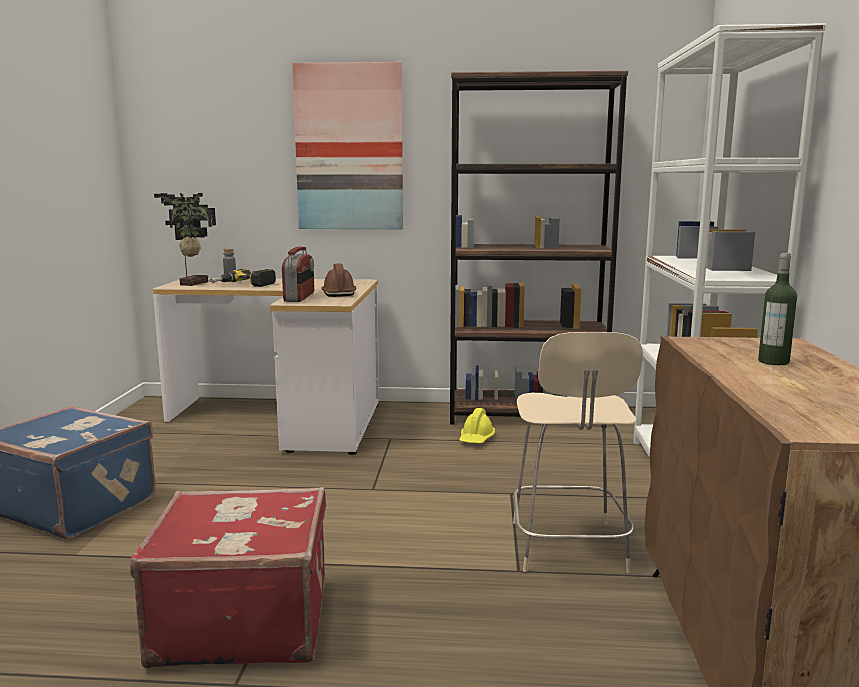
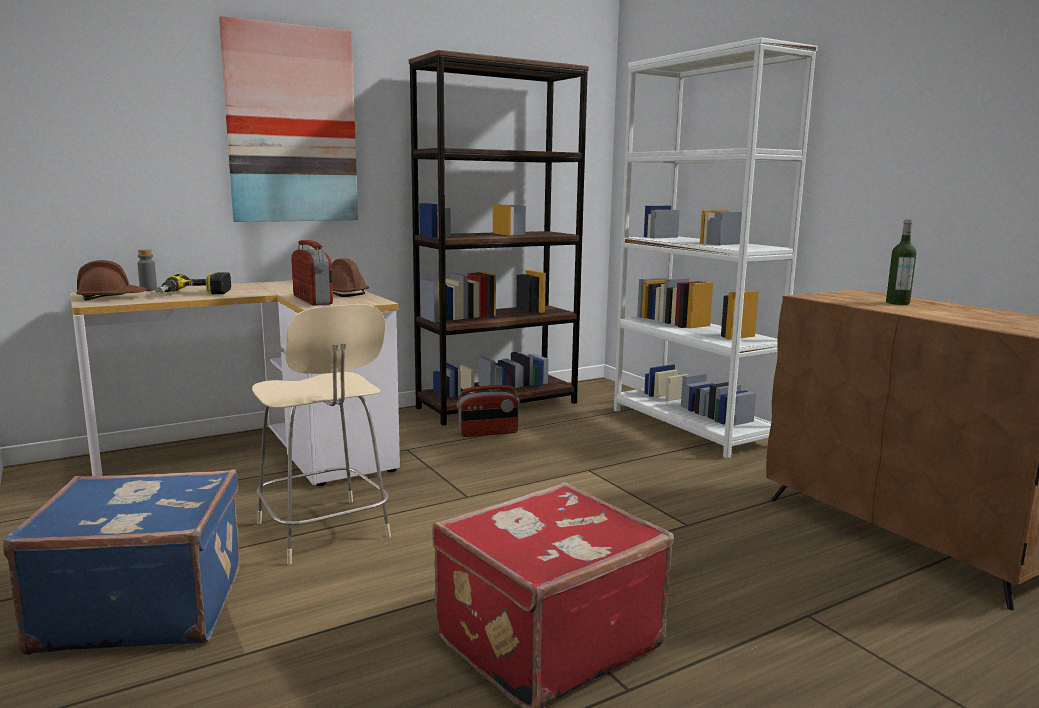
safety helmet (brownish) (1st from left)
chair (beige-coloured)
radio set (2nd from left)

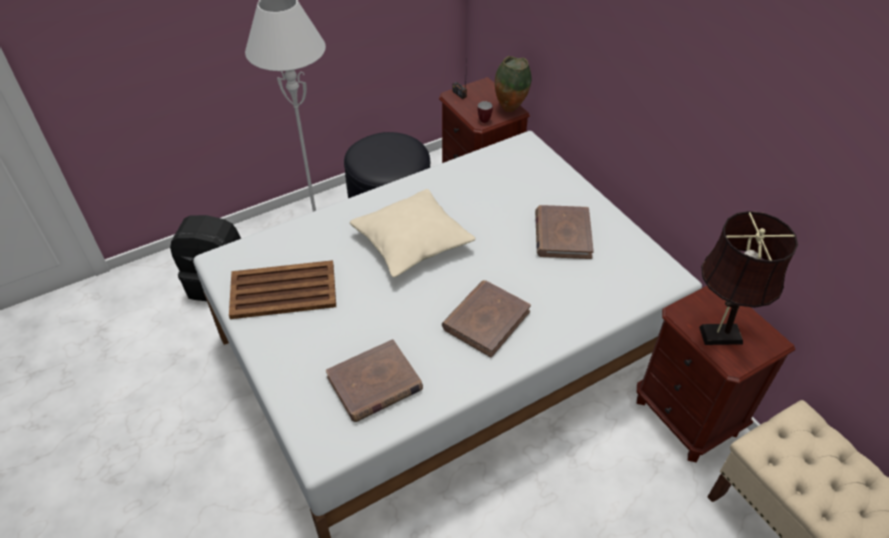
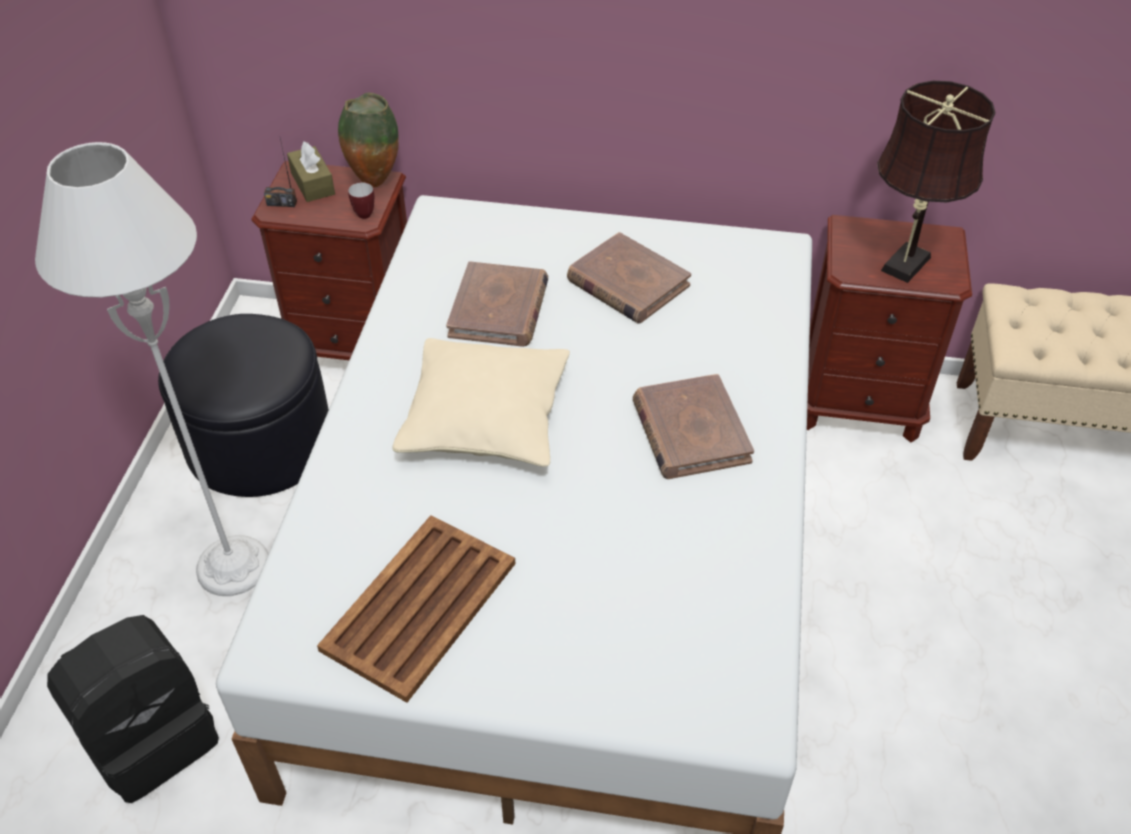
tissue holder (brownish)
book (brownish) (1st from left)

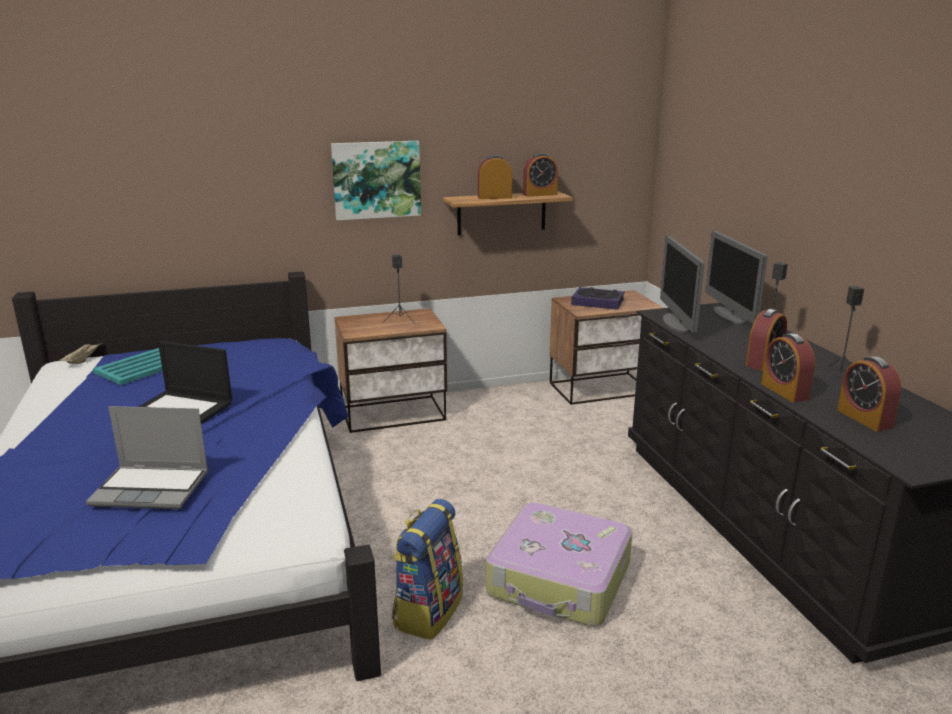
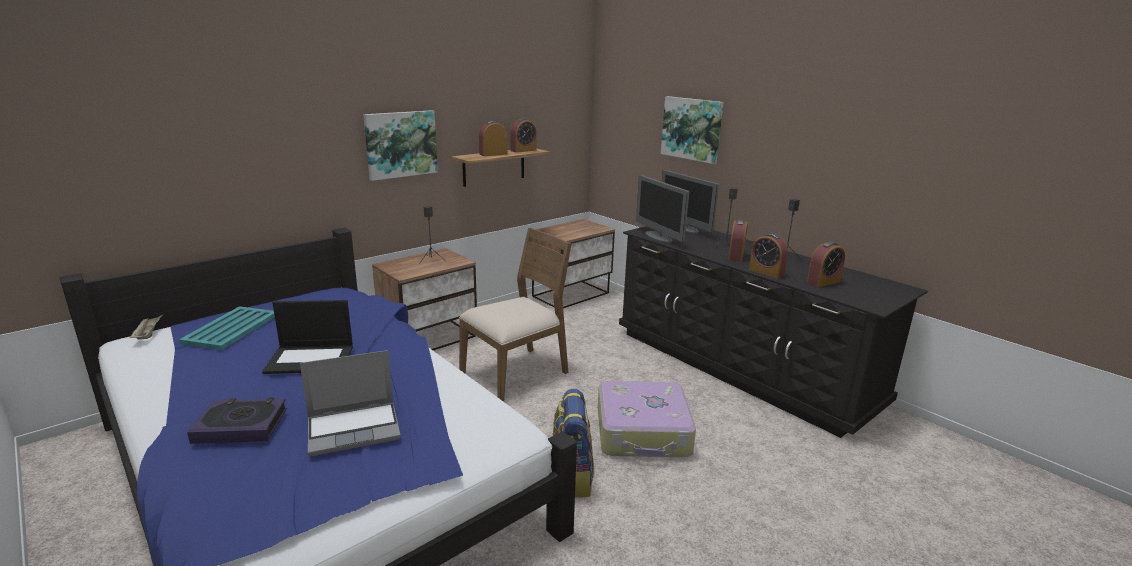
book
chair (brownish)
picture (2nd from left)
alarm clock (5th from left)

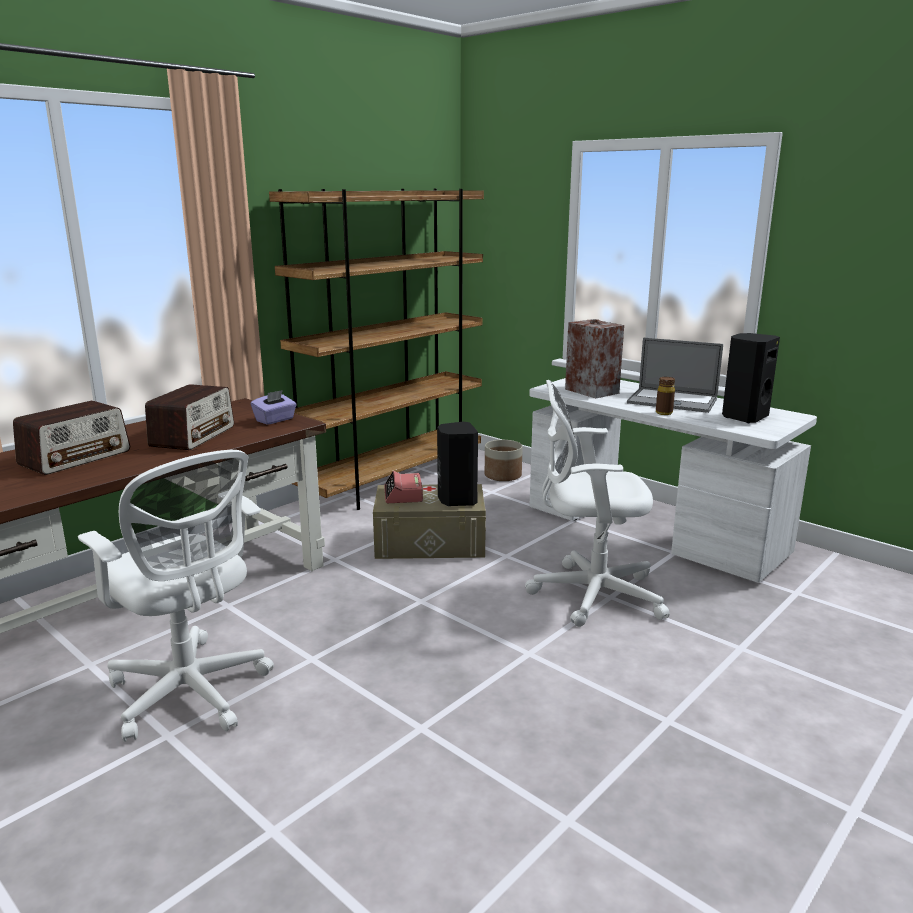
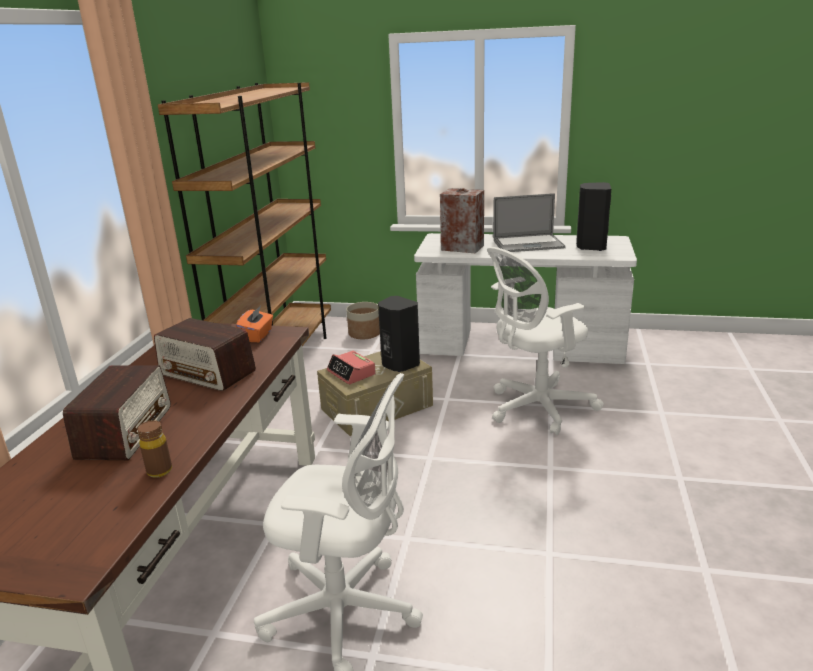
drink bottle (brownish)
radio set (2nd from left)
tissue holder (orange-coloured)

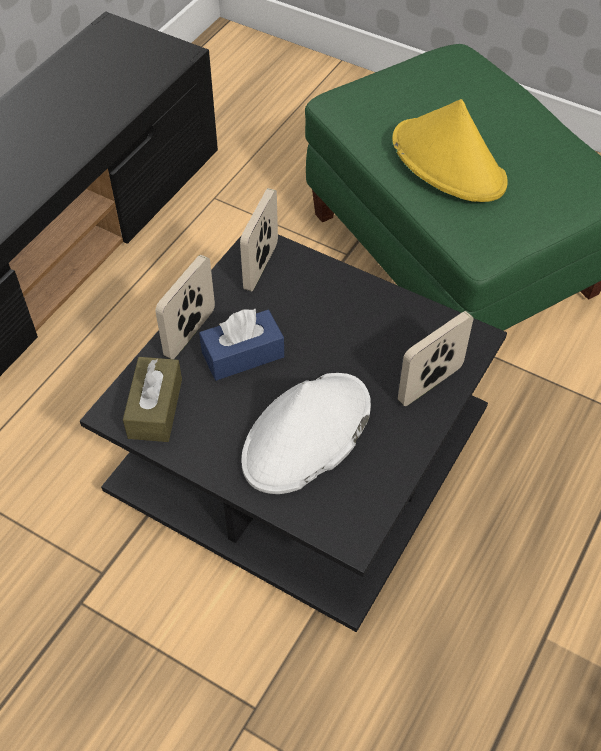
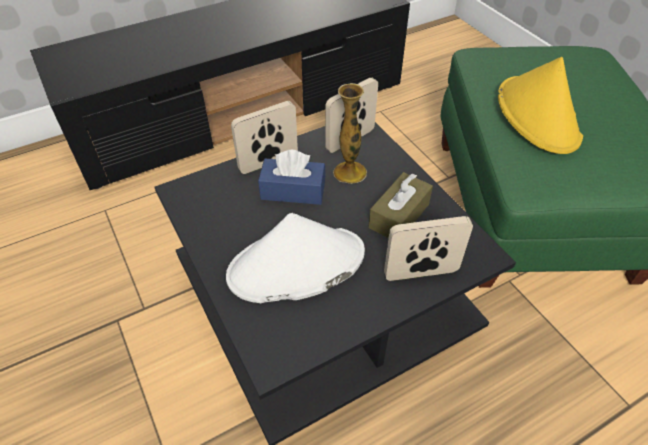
flower vase
tissue holder (brownish)

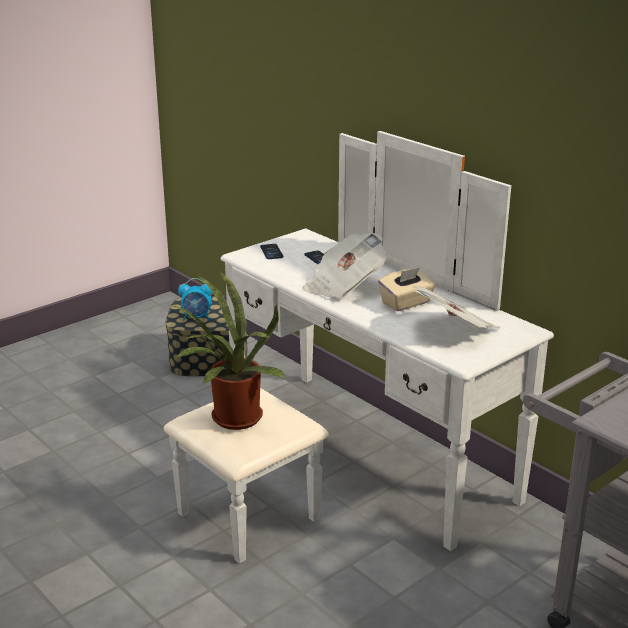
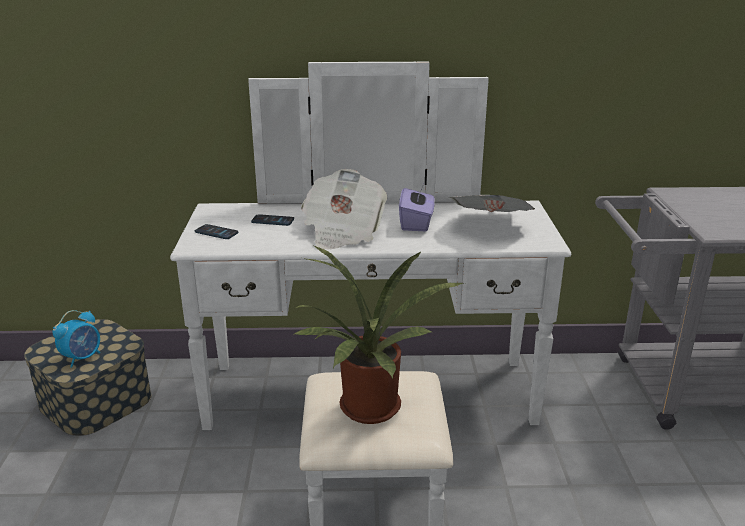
tissue holder (purplish)

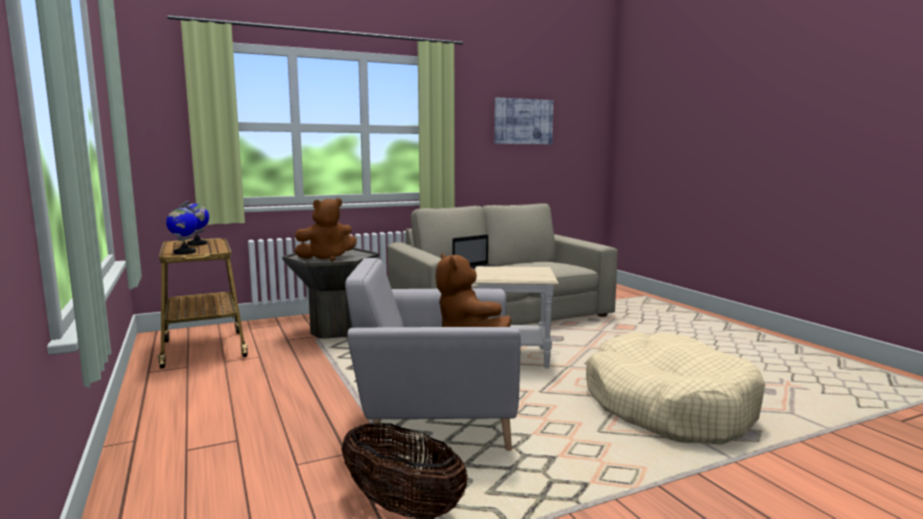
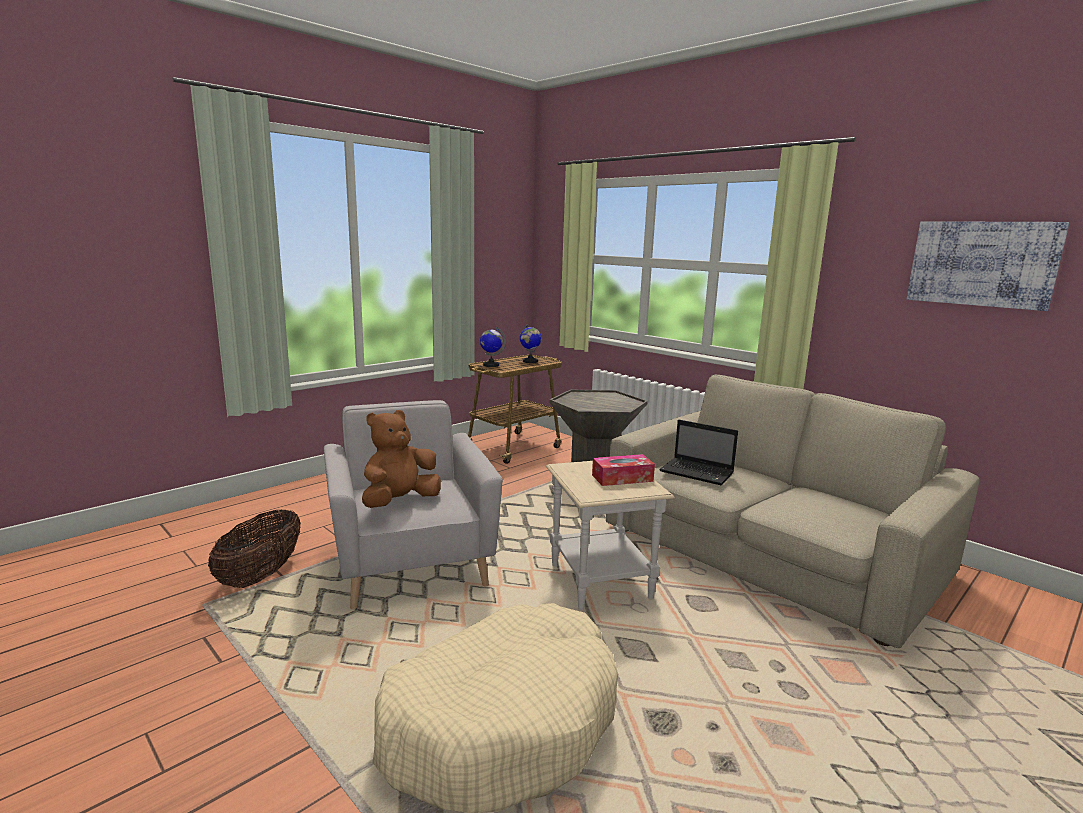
tissue holder
plush toy (brownish) (1st from left in the first image)

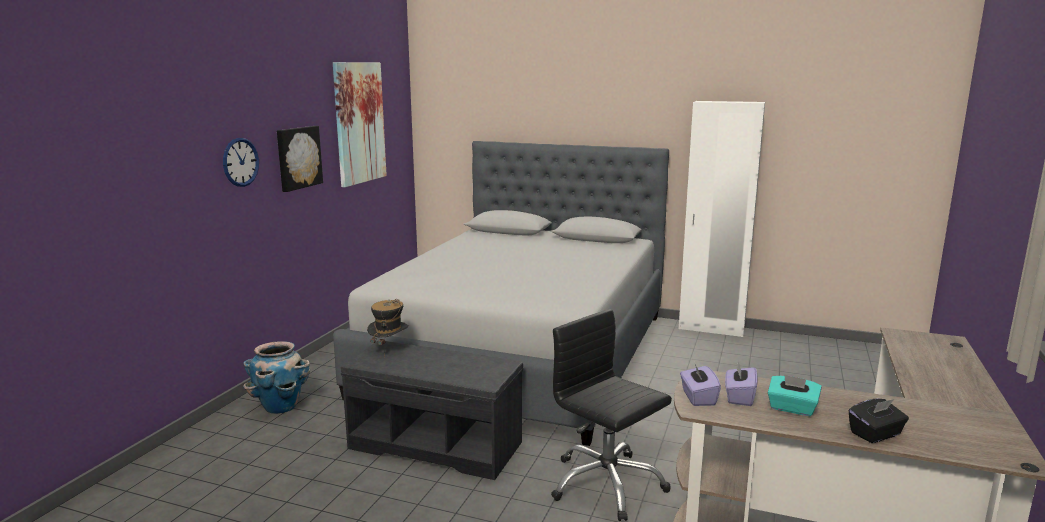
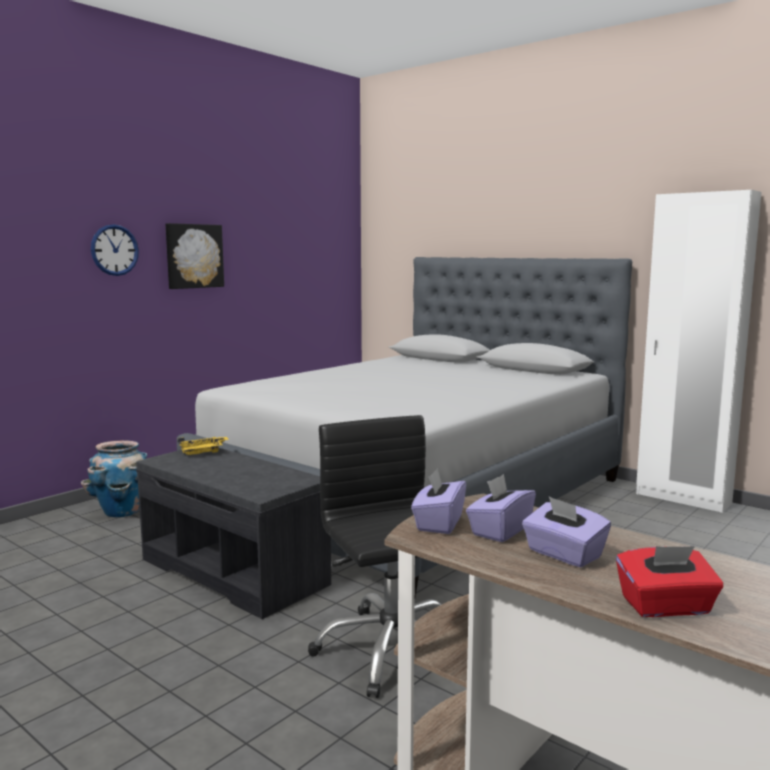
serving tray (yellow)
tissue holder (purplish) (3rd from left)
tissue holder (red-coloured)
picture (2nd from left in the first image)

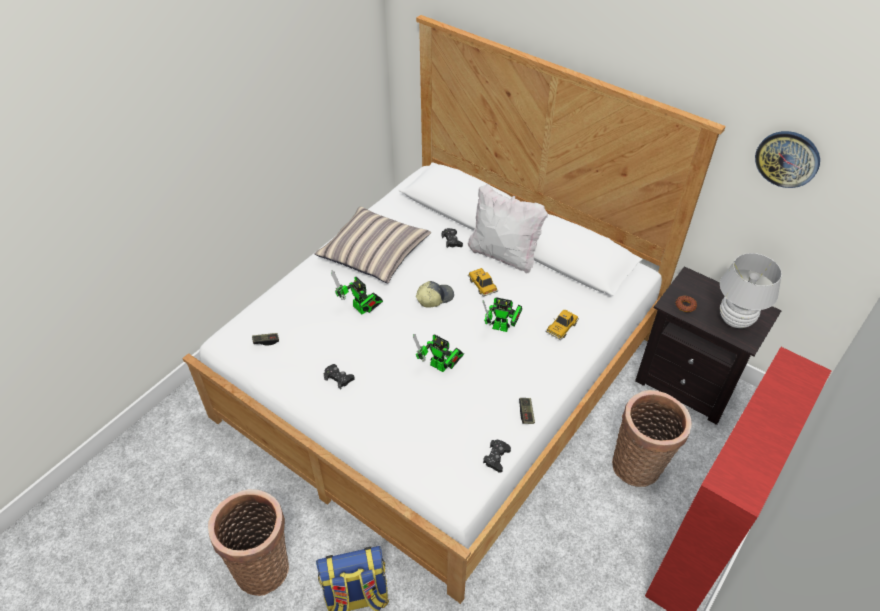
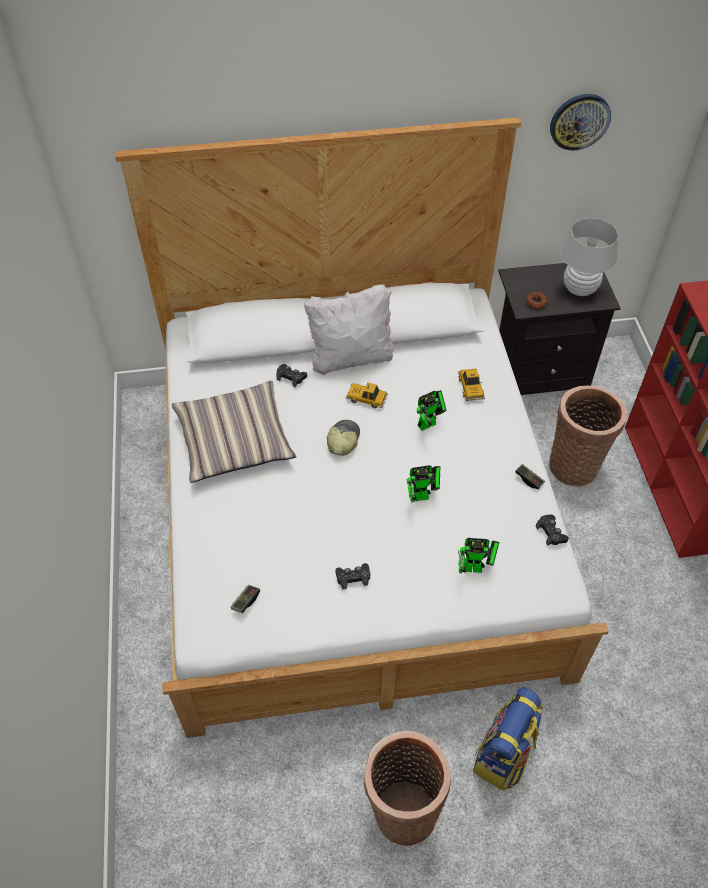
model robot (3rd from left)

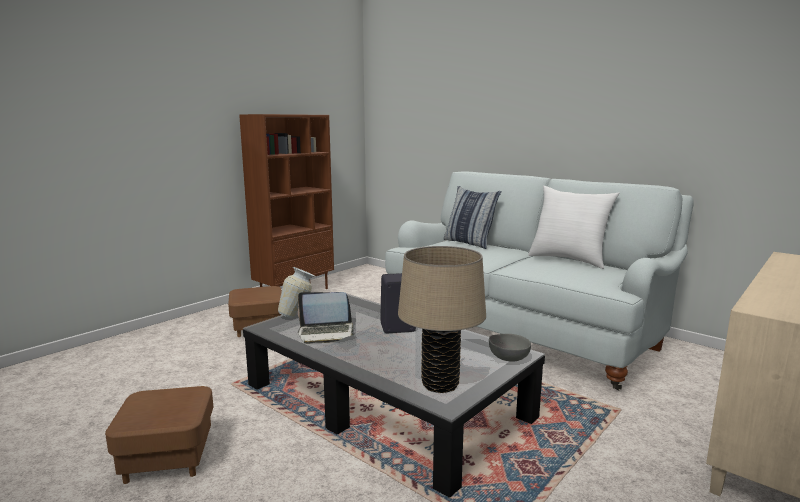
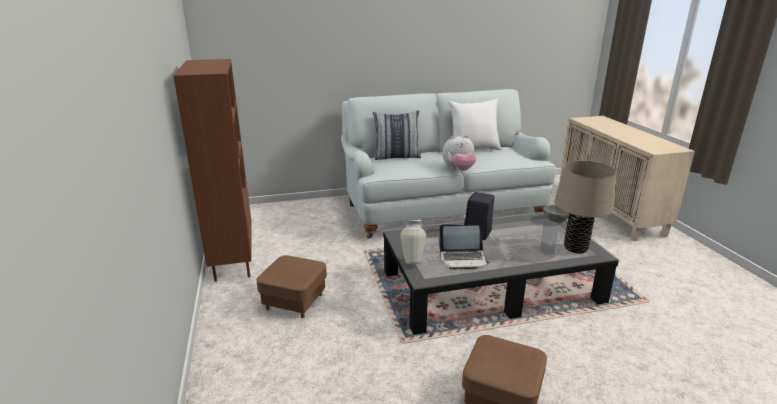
notebook computer
plush toy

